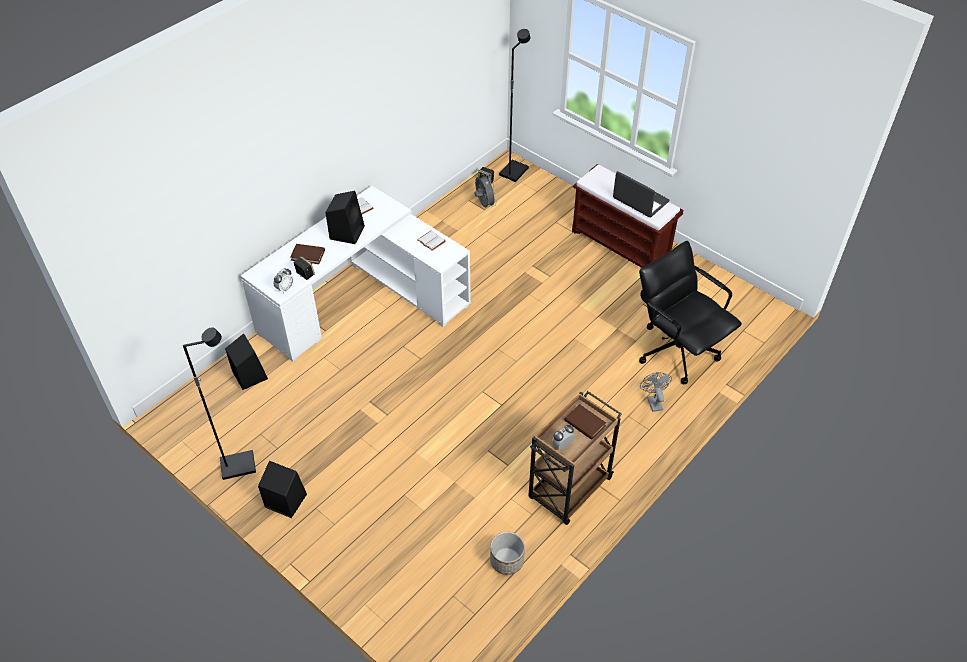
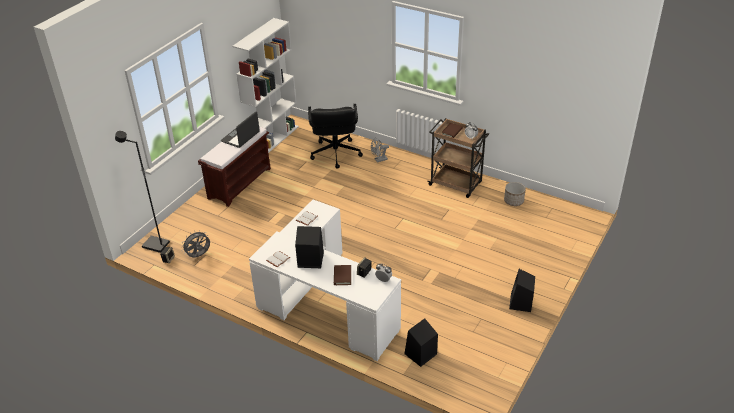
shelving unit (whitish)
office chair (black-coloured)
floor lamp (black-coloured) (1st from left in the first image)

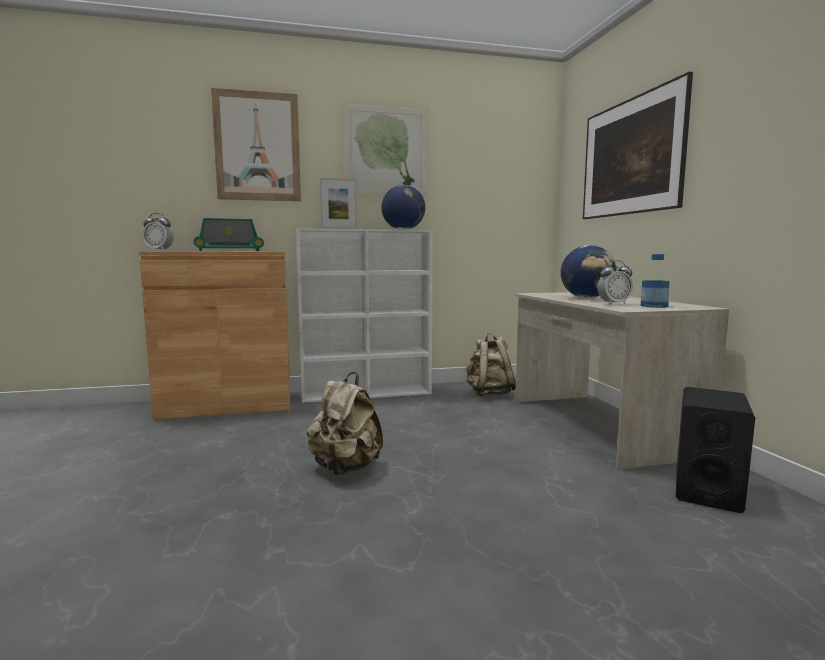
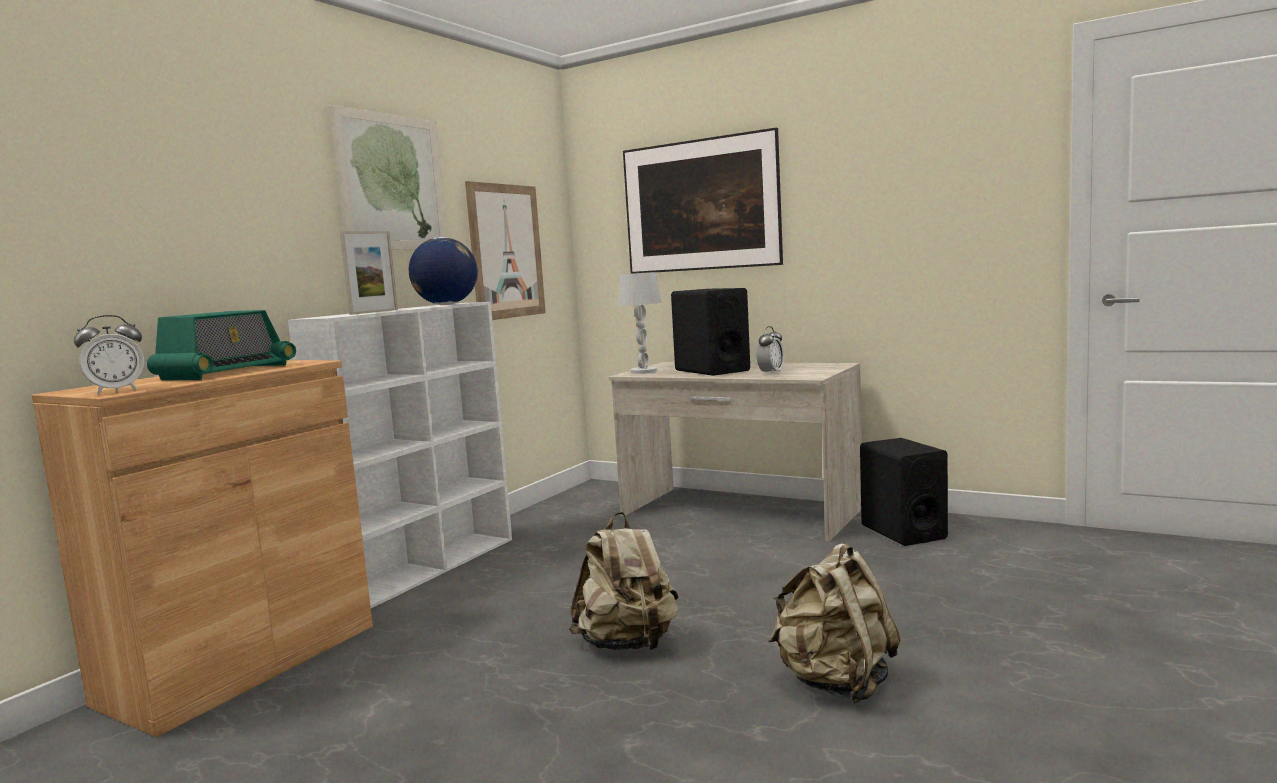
picture (2nd from left)
table lamp (whitish)
speaker (black-coloured) (1st from left)
backpack (beige-coloured) (2nd from left)
drink bottle

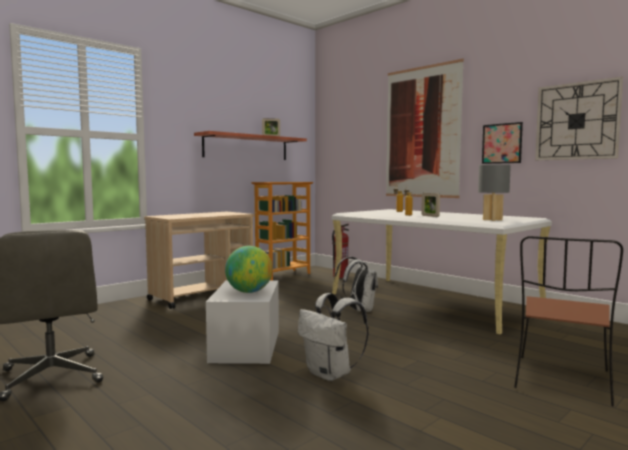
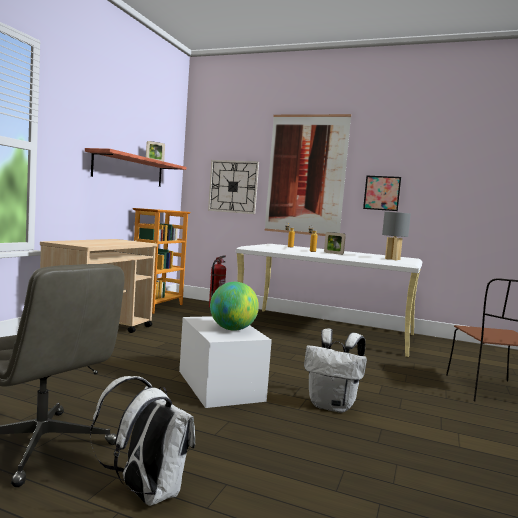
backpack (whitish) (1st from left)
wall clock

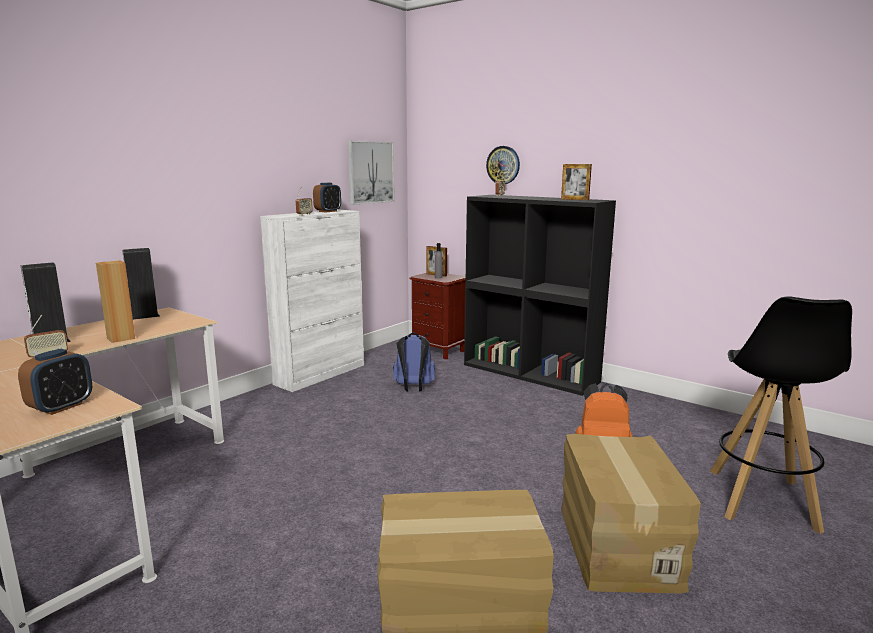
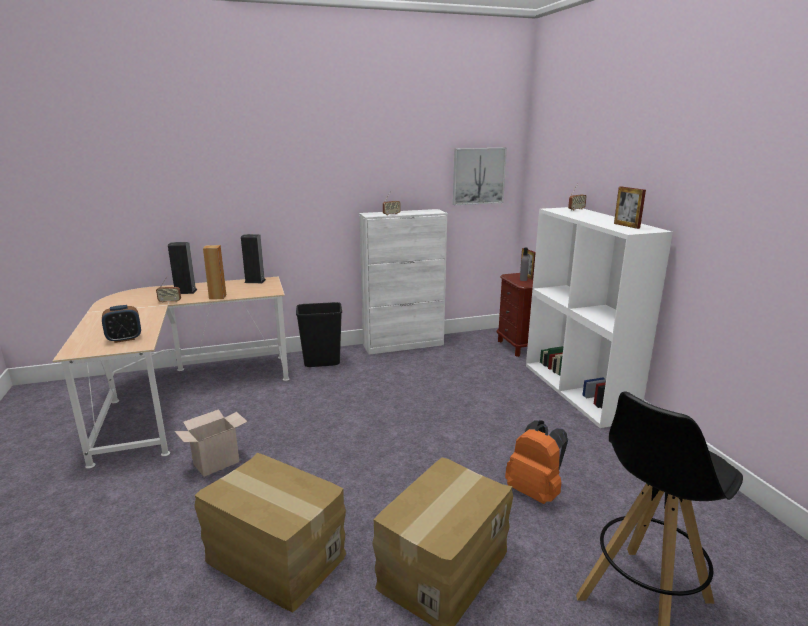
carton (1st from left)
rubbish bin (black-coloured)
shelving unit (whitish)
alarm clock (2nd from left in the first image)
backpack (blue-coloured)
wall clock

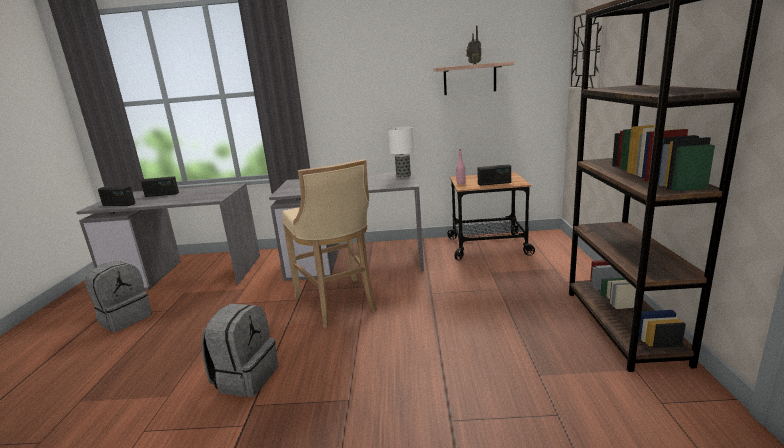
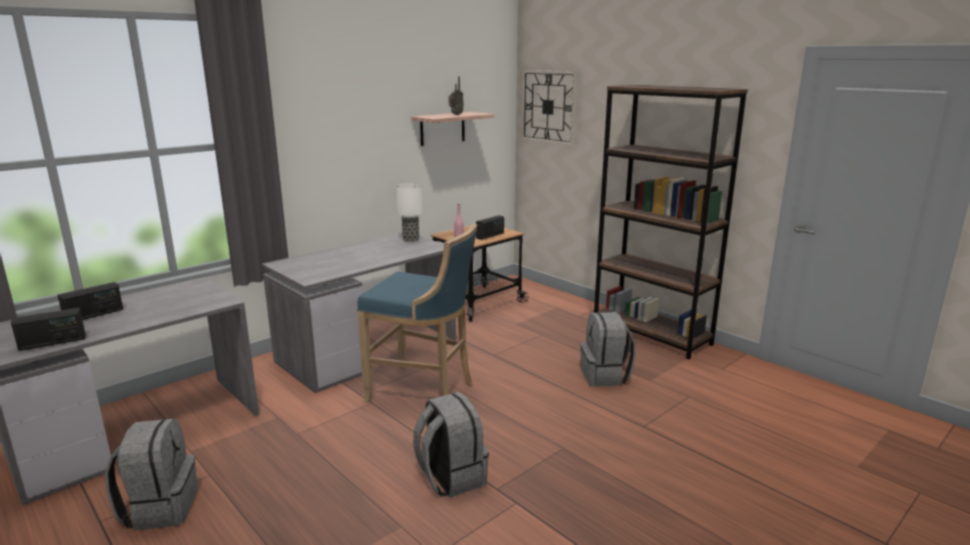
sitting stool (blue-coloured)
backpack (gray) (3rd from left)

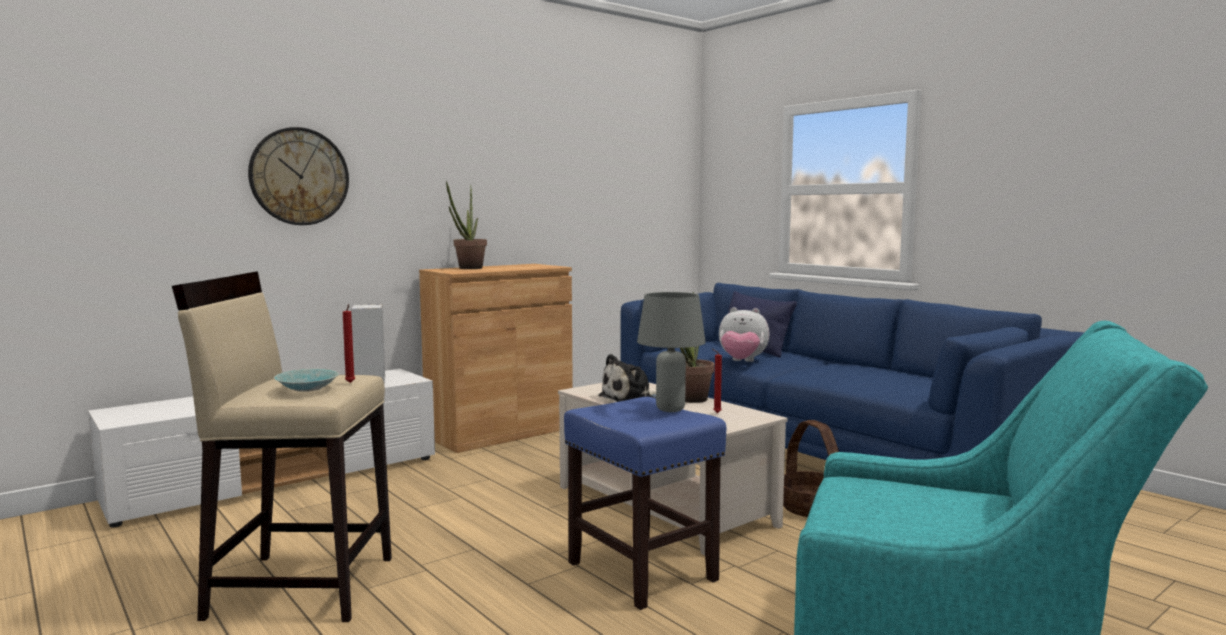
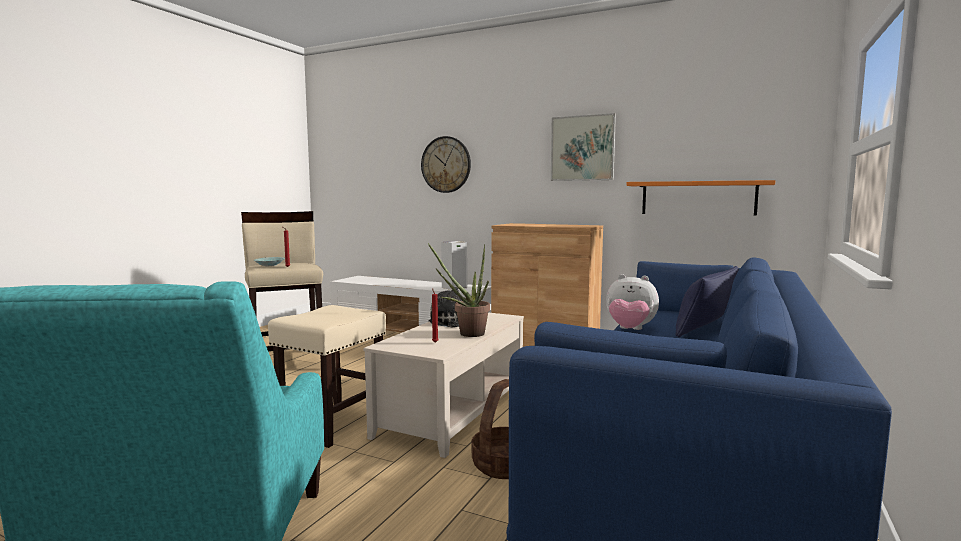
sitting stool (beige-coloured) (2nd from left)
picture
plush toy (2nd from left)
bracket shelf (orange-coloured)
potted plant (1st from left in the first image)
table lamp (gray)

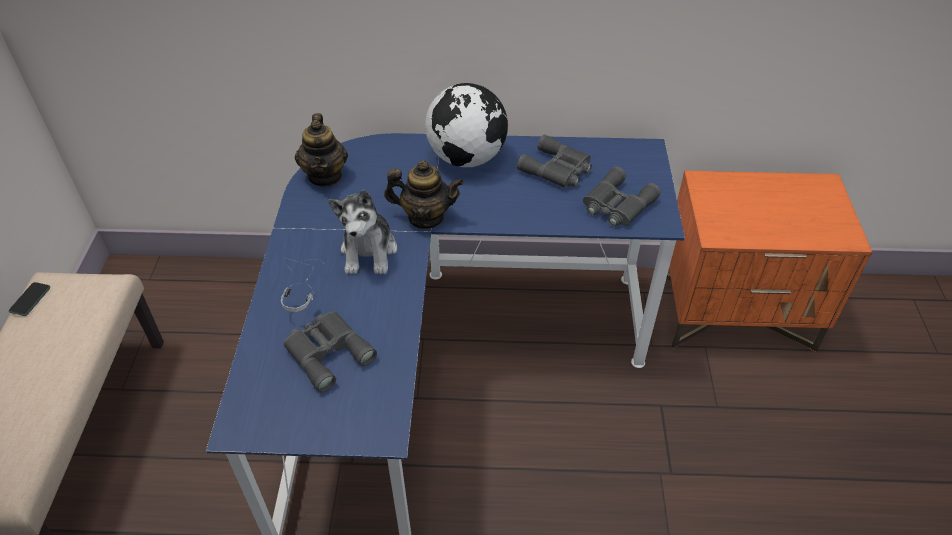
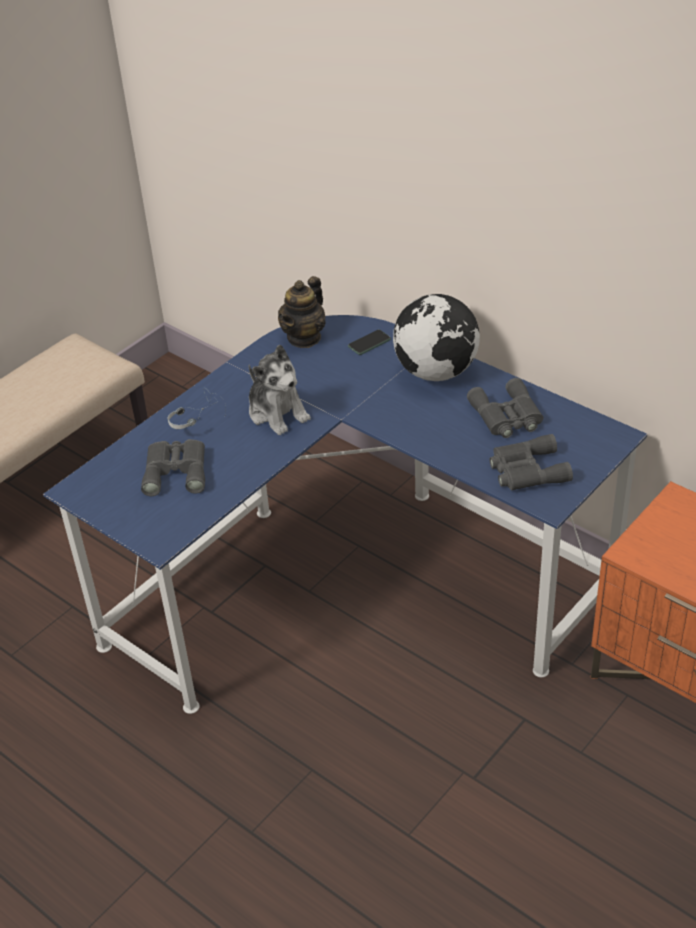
plush toy
phone
pot for tea (2nd from left in the first image)

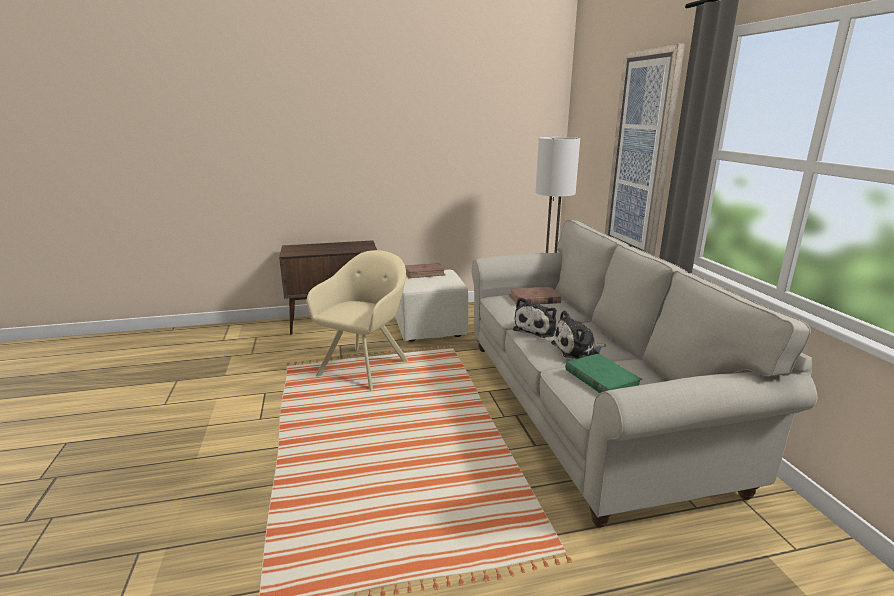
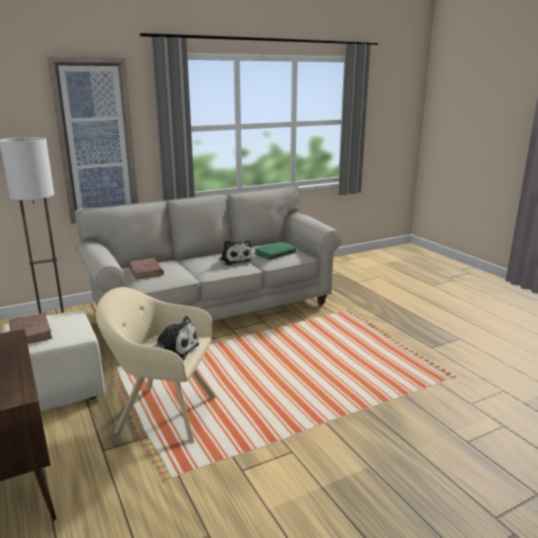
plush toy (1st from left)

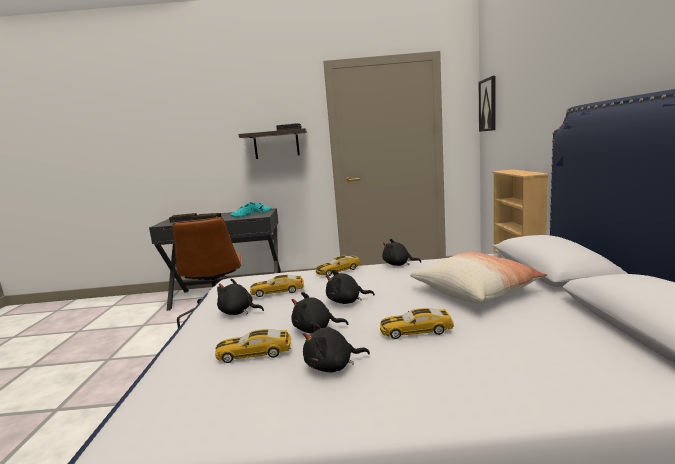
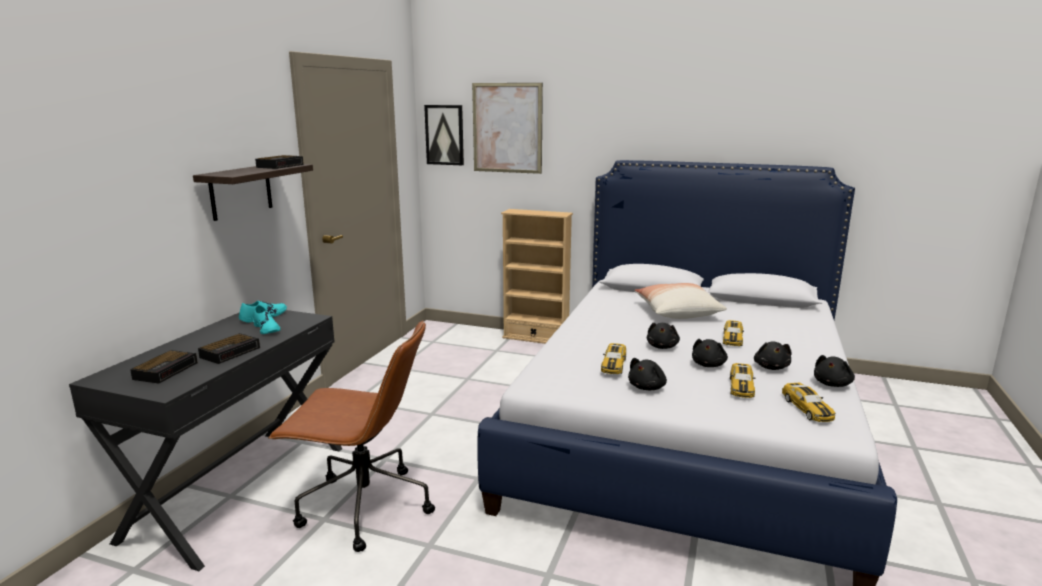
picture (2nd from left)
miniature car (4th from left)
plush toy (black-coloured) (5th from left)

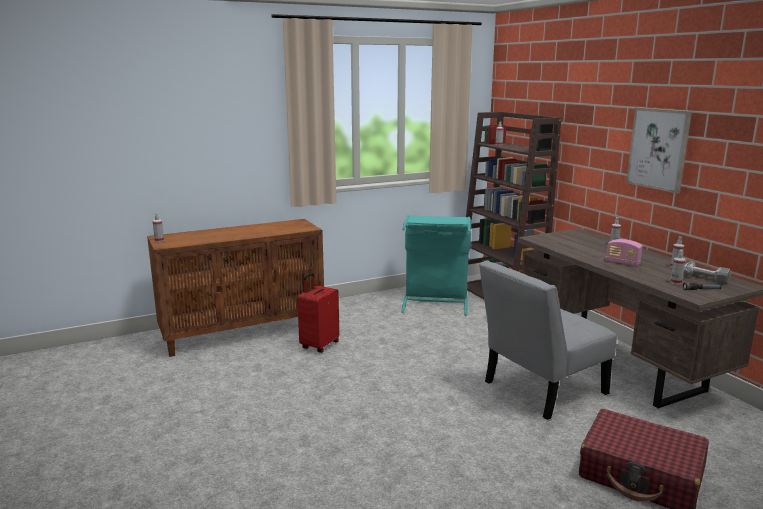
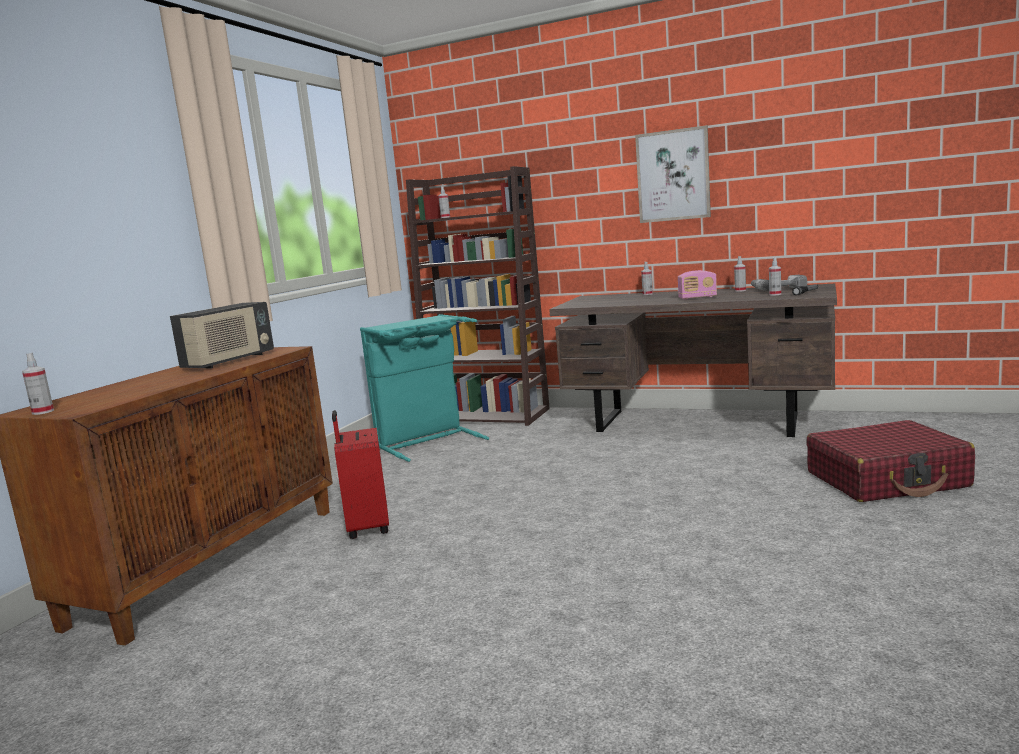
radio set (1st from left)
chair (gray)

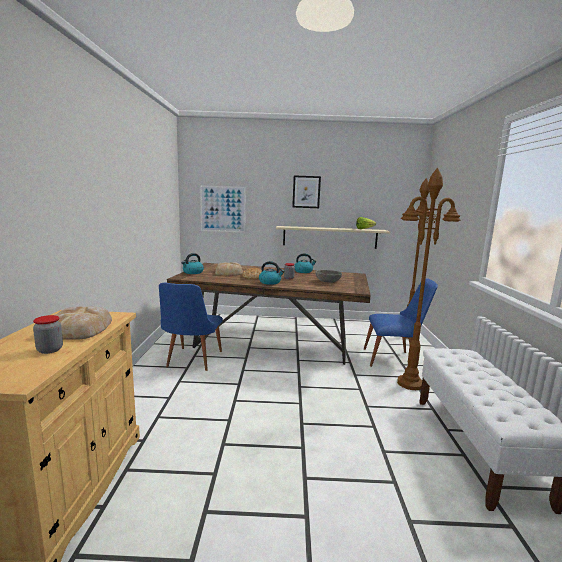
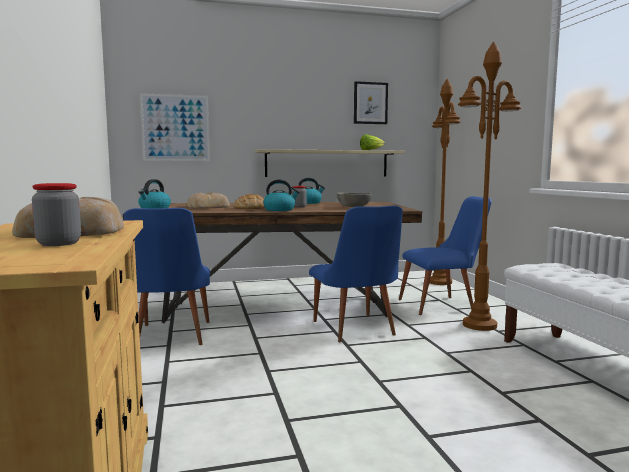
chair (blue-coloured) (2nd from left)
picture (2nd from left)

